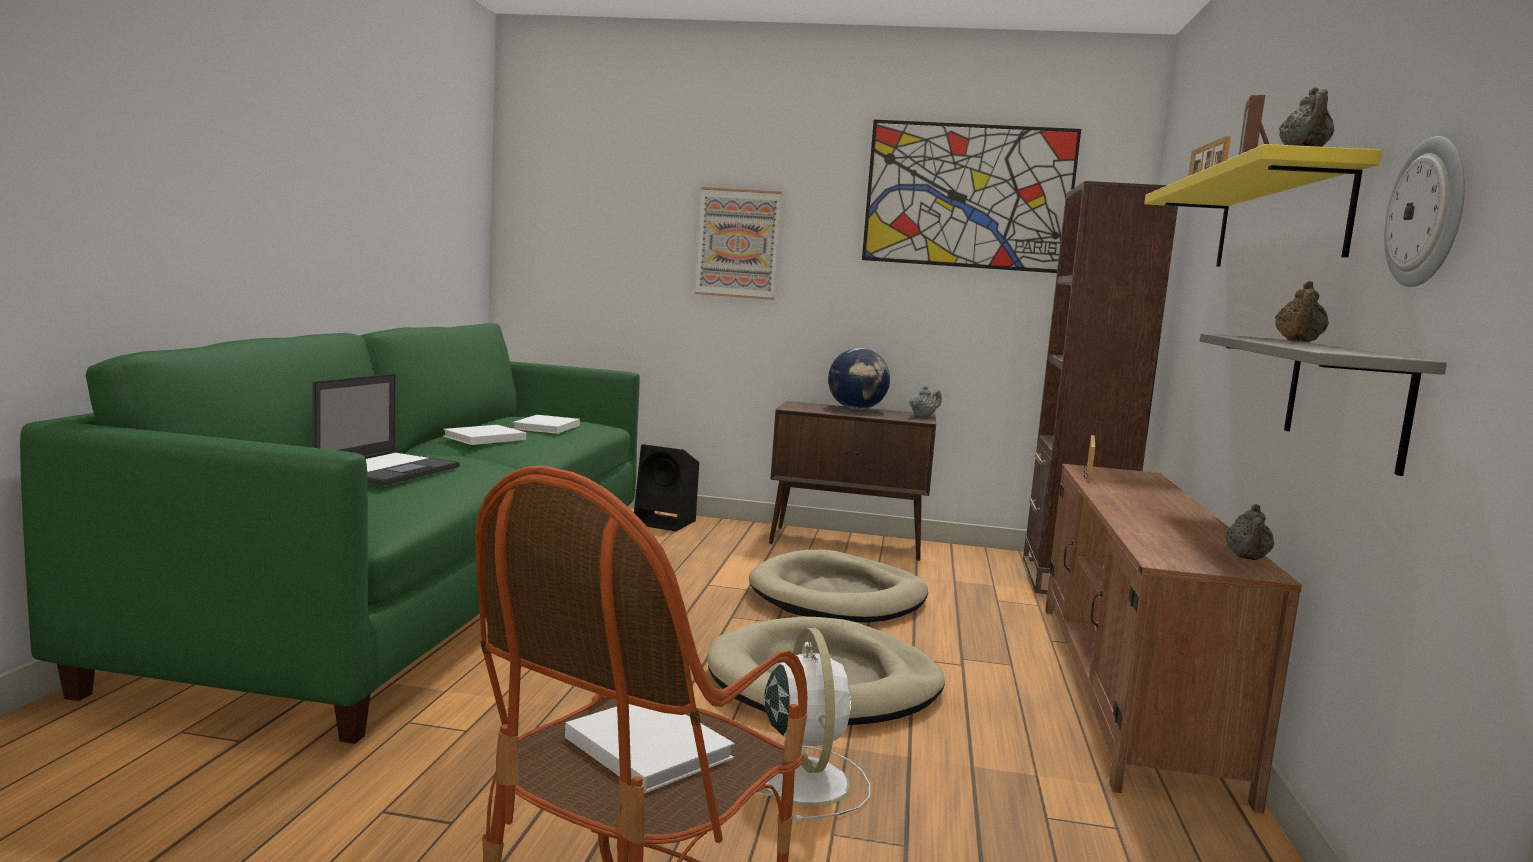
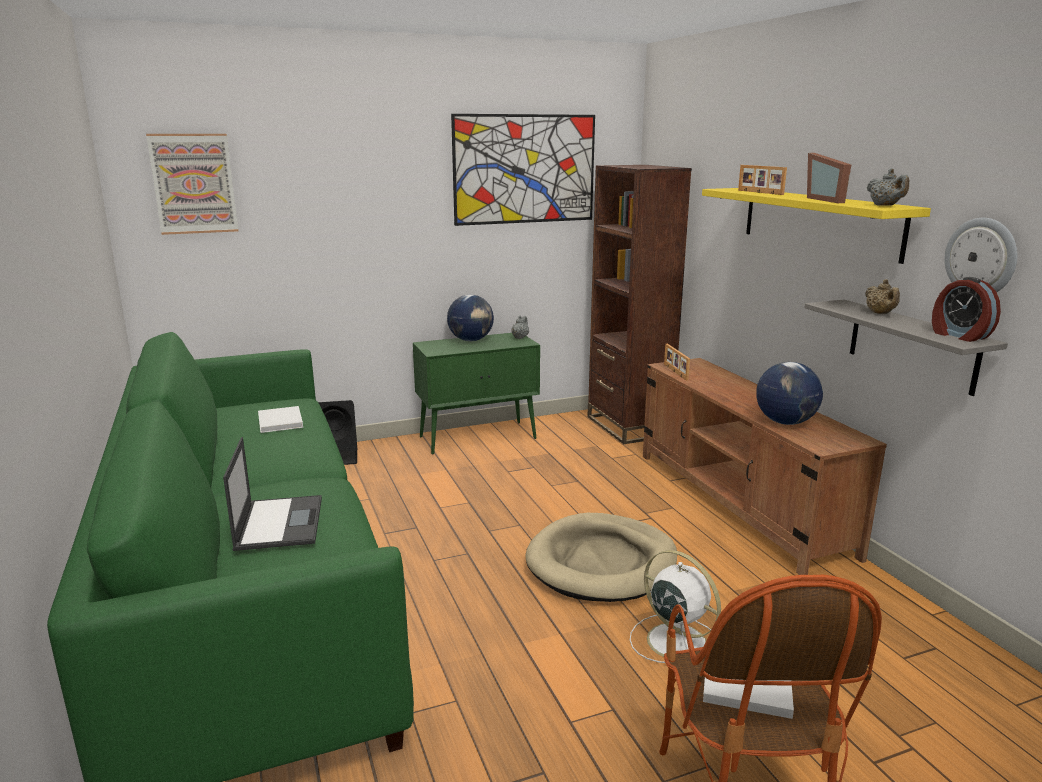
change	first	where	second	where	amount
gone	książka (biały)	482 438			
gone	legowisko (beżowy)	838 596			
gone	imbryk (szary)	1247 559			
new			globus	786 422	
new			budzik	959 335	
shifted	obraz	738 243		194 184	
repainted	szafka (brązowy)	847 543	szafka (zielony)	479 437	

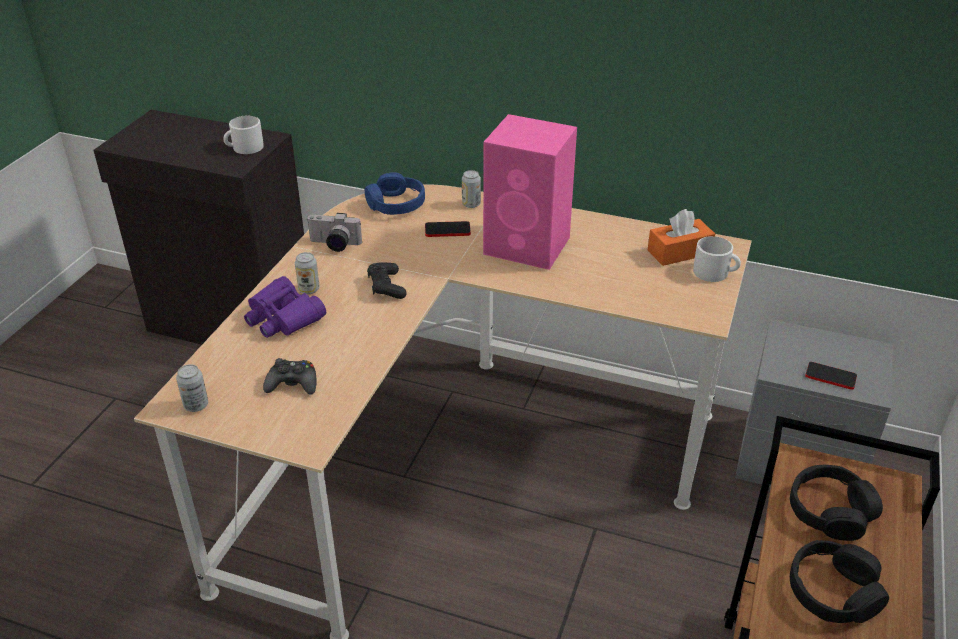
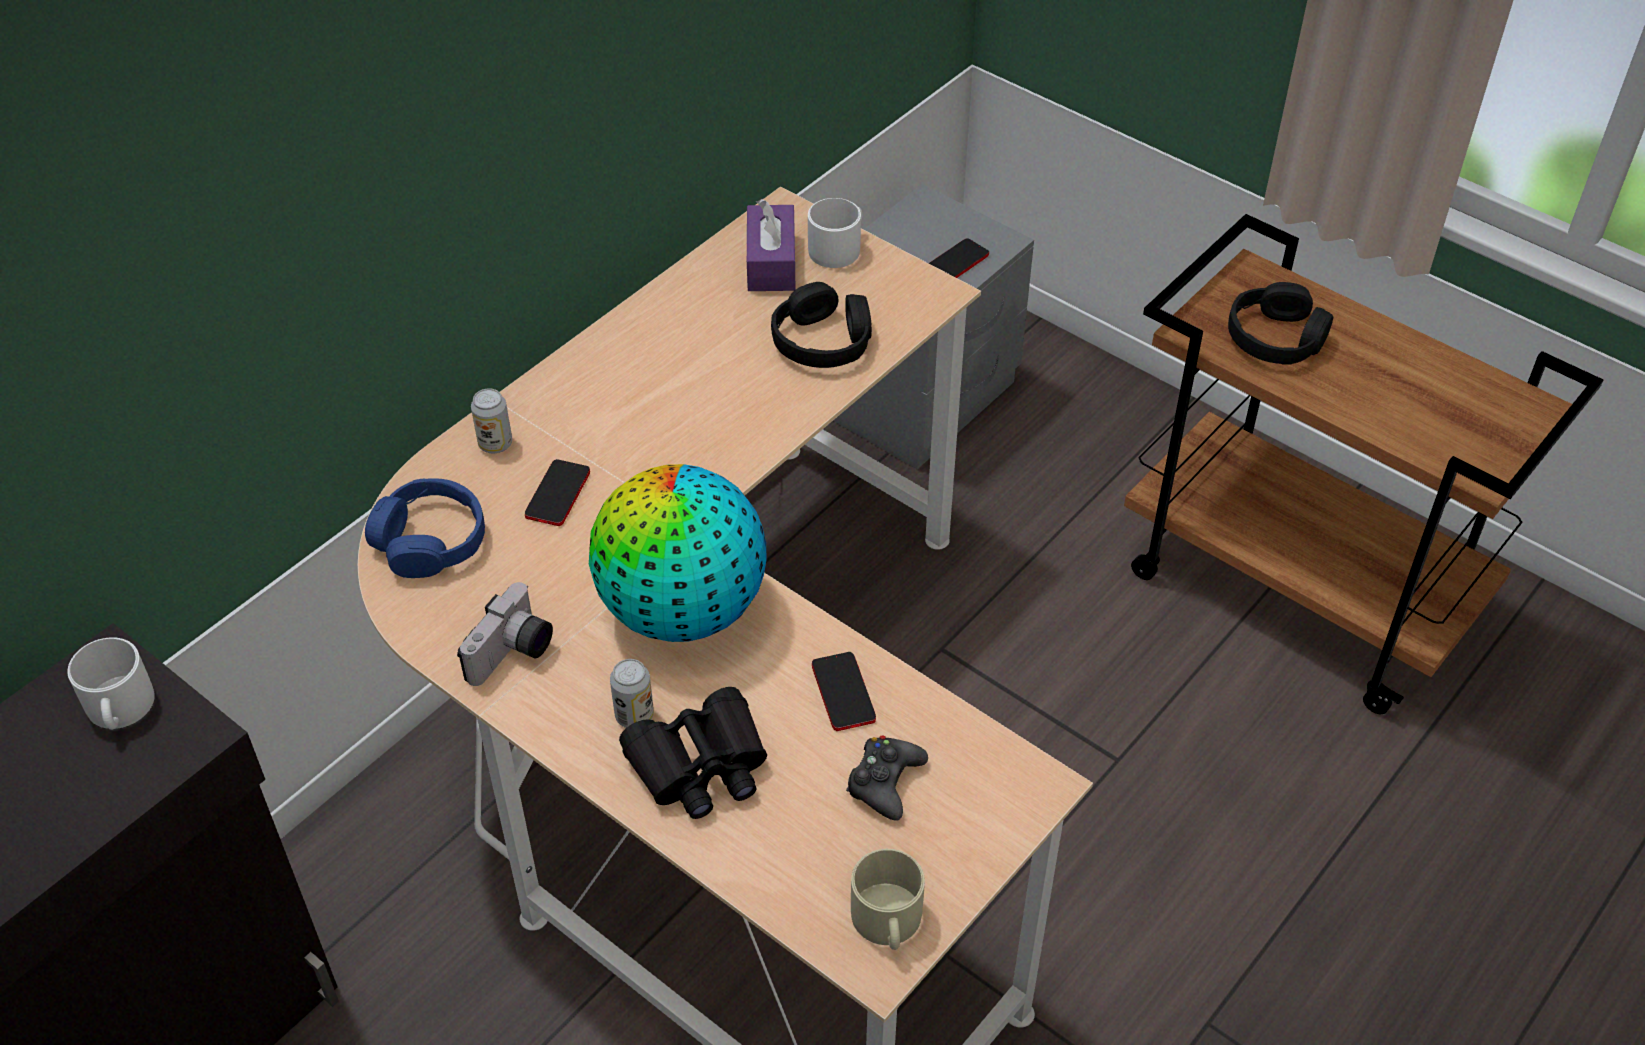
change	first	where	second	where	amount
gone	głośnik (różowy)	529 246			
new			telefon	843 692	
shifted	słuchawki (czarny)	833 592		822 341	
swapped	puszka	196 405	kubek (beżowy)	887 922	
swapped	pad do gier (czarny)	386 287	globus	681 610	
repainted	lornetka (fioletowy)	283 318	lornetka (czarny)	700 766	
repainted	pudełko chusteczek (pomarańczowy)	679 252	pudełko chusteczek (fioletowy)	771 262	

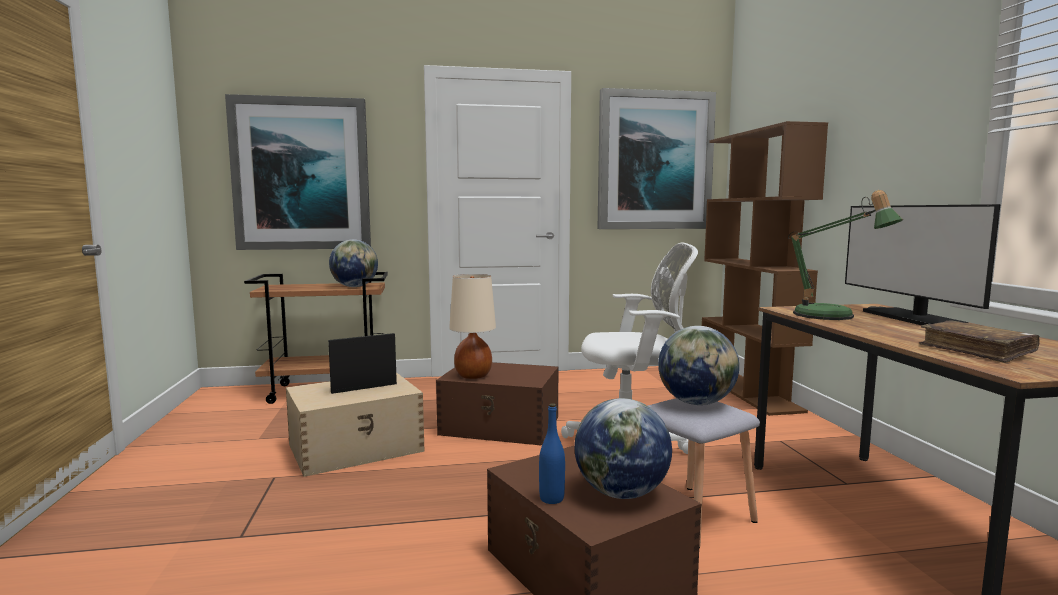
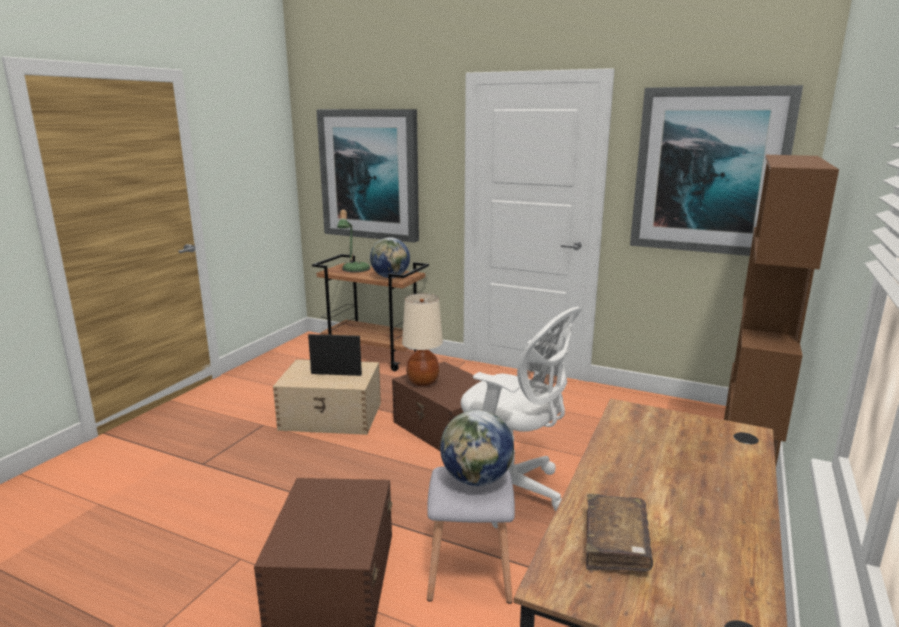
change	first	where	second	where	amount
gone	butelka (niebieski)	551 499			
gone	globus	621 493			
gone	monitor	911 318			
shifted	lampa stołowa	831 317		354 270	

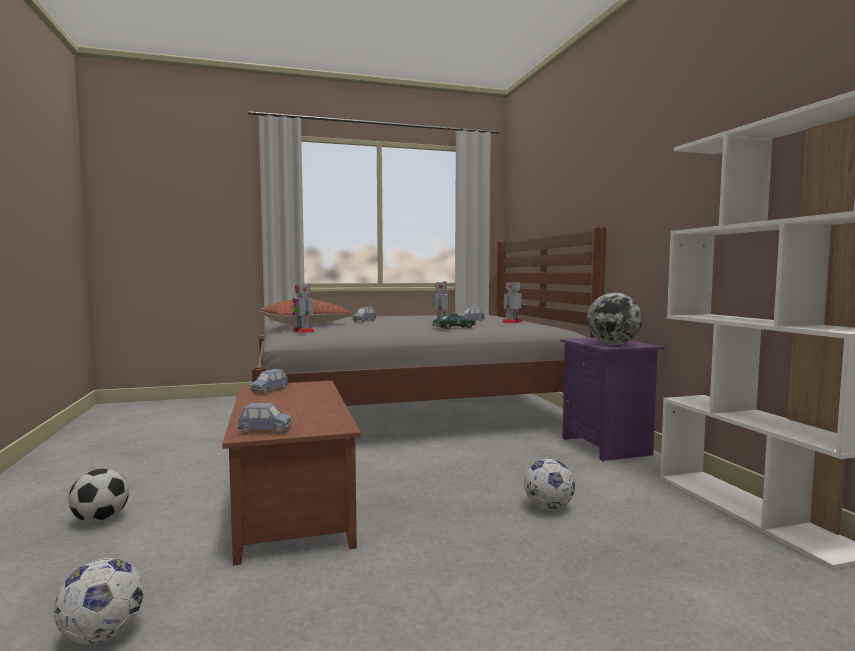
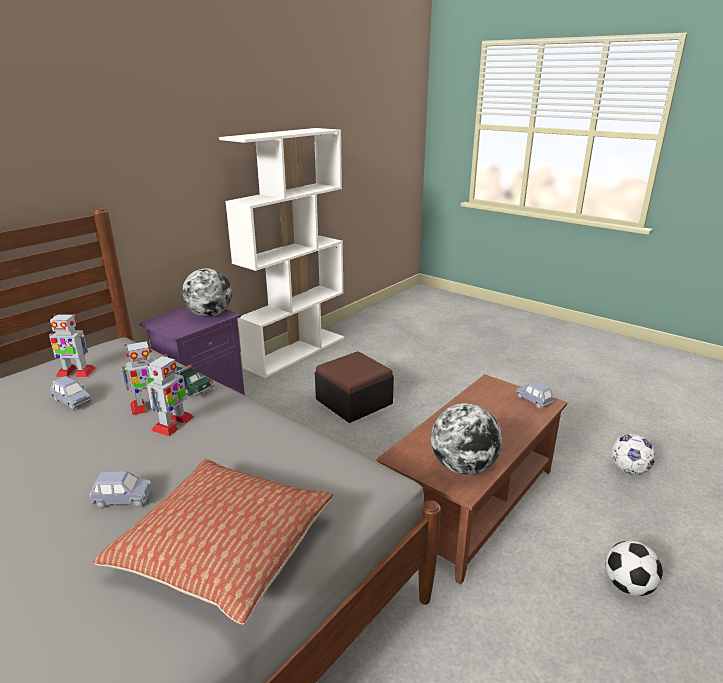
change	first	where	second	where	amount
shifted	robot zabawkowy	303 331		172 424	
swapped	samochodzik (niebieski)	269 390	globus	463 467	
swapped	piłka futbolowa	549 508	pufa	354 402	

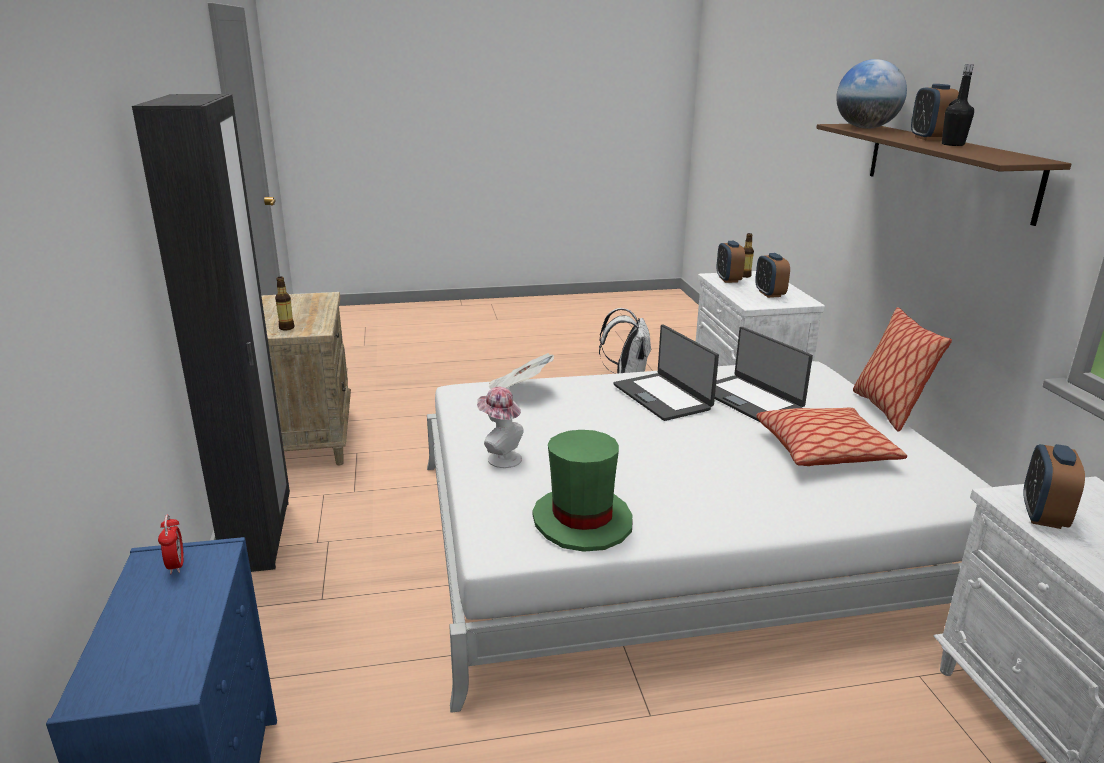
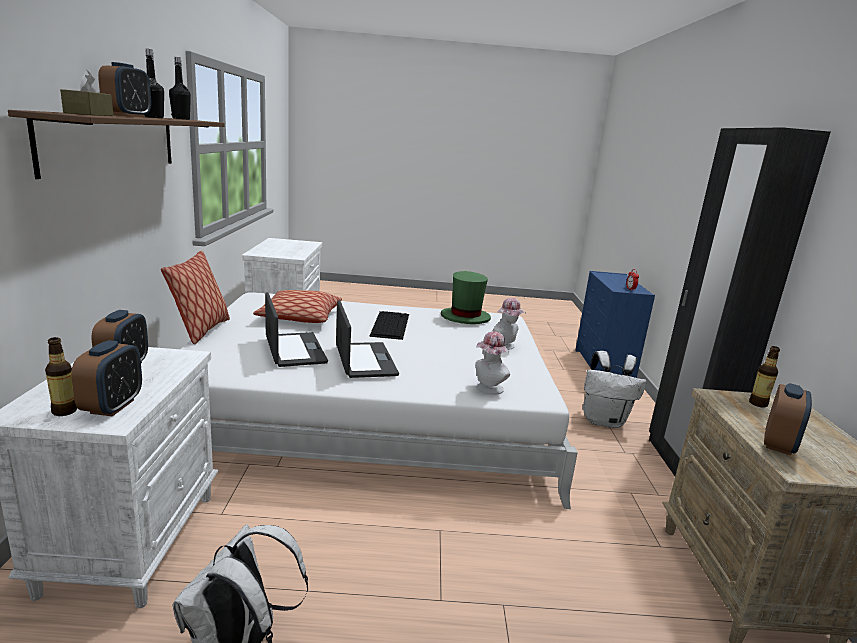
change	first	where	second	where	amount
new			butelka (czarny)	181 119	
new			klawiatura	390 324	
new			plecak (biały)	604 421	
shifted	budzik	1042 515		778 444	
swapped	gazeta	518 390	kapelusz	487 389	
swapped	globus	865 128	pudełko chusteczek (brązowy)	89 114	

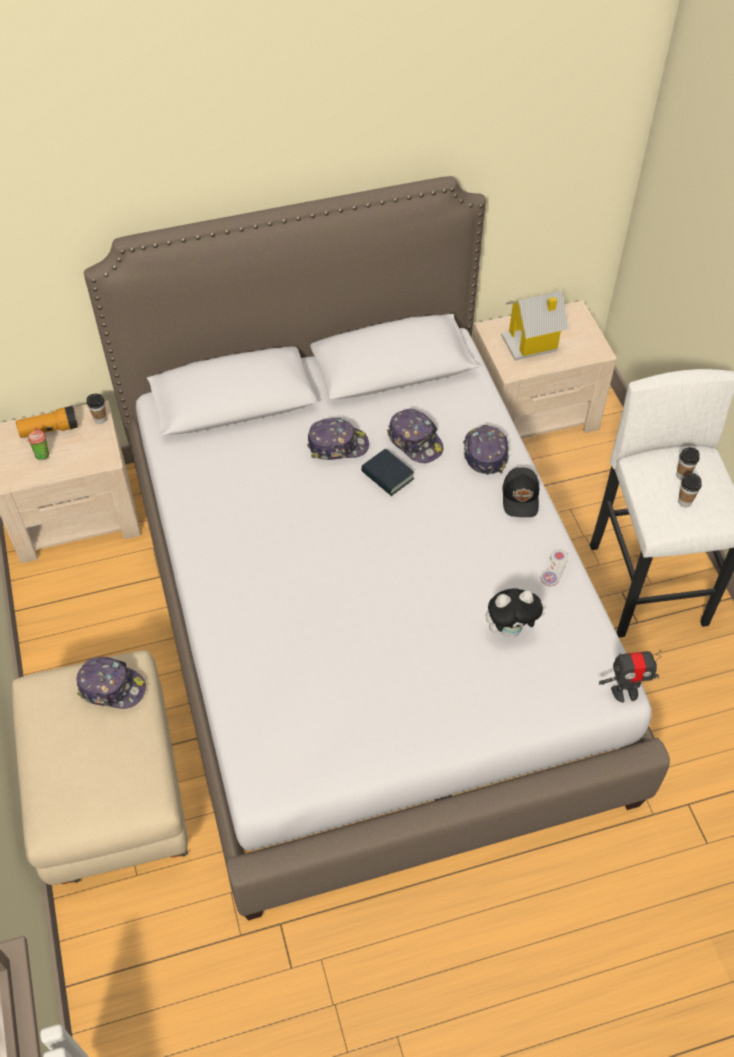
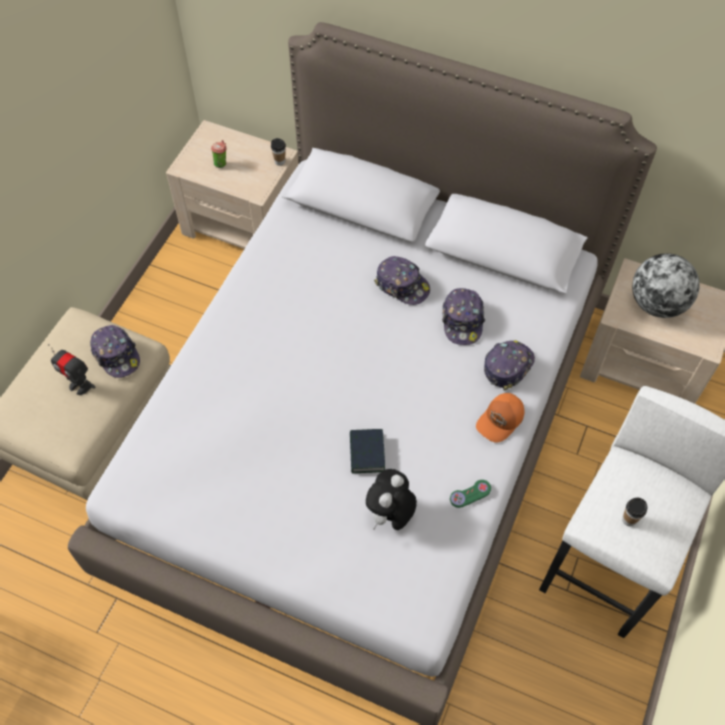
change	first	where	second	where	amount
gone	latarka	49 430			
gone	filiżanka	682 475			
shifted	książka	387 476		367 453	
shifted	robot zabawkowy	625 691		80 386	
swapped	domek	532 343	globus	657 304	
repainted	czapka z daszkiem (czarny)	521 497	czapka z daszkiem (pomarańczowy)	501 420	
repainted	pad do gier (biały)	554 568	pad do gier (zielony)	470 494	
rotated	pluszak	510 629		390 515	90 degrees clockwise

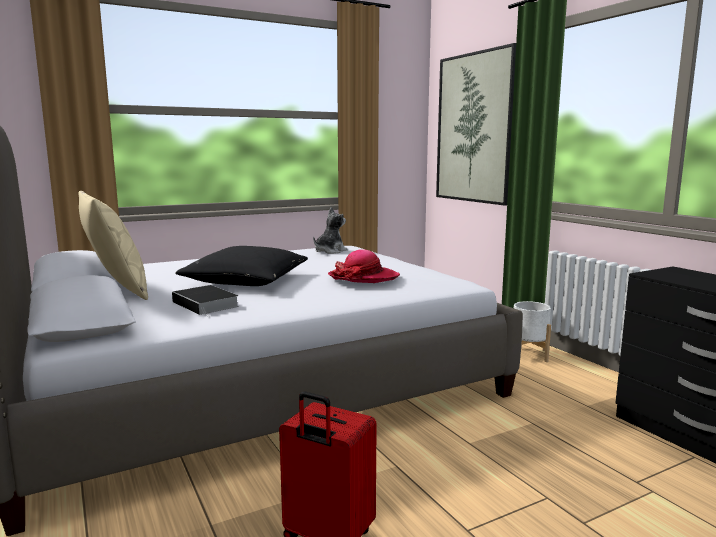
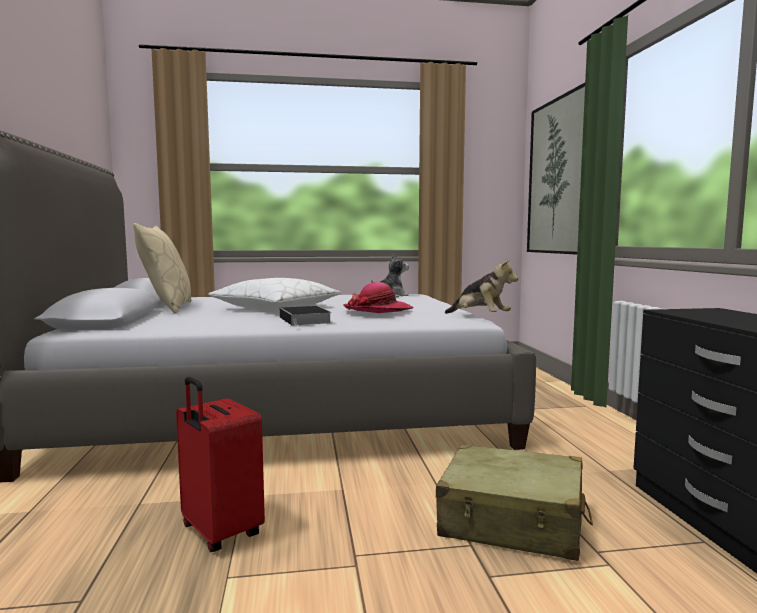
change	first	where	second	where	amount
gone	donica (biały)	529 354			
new			walizka (beżowy)	512 521	
new			pluszak	480 317	
shifted	książka	207 304		306 320	
repainted	poduszka (czarny)	246 280	poduszka (biały)	277 307	

